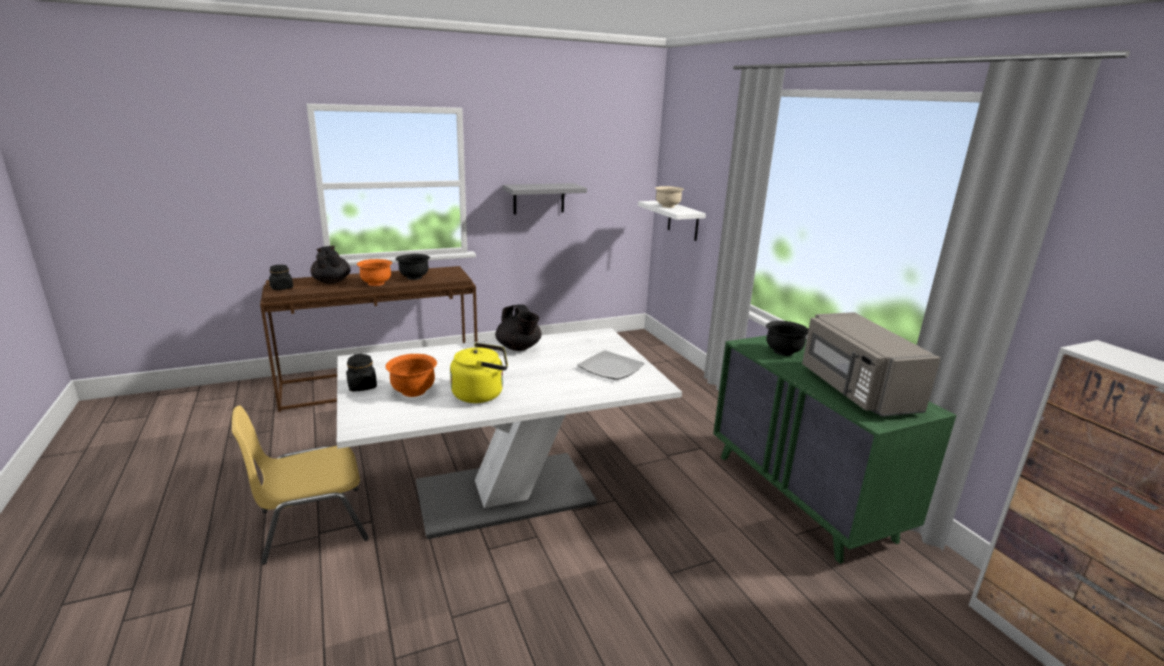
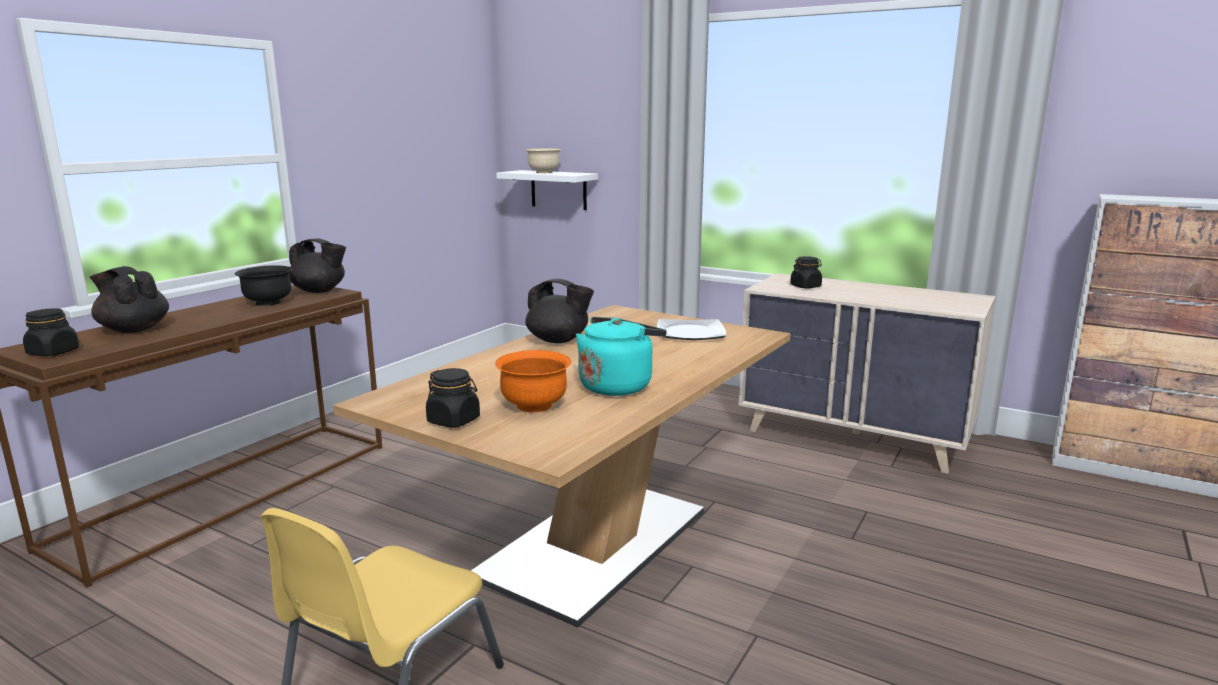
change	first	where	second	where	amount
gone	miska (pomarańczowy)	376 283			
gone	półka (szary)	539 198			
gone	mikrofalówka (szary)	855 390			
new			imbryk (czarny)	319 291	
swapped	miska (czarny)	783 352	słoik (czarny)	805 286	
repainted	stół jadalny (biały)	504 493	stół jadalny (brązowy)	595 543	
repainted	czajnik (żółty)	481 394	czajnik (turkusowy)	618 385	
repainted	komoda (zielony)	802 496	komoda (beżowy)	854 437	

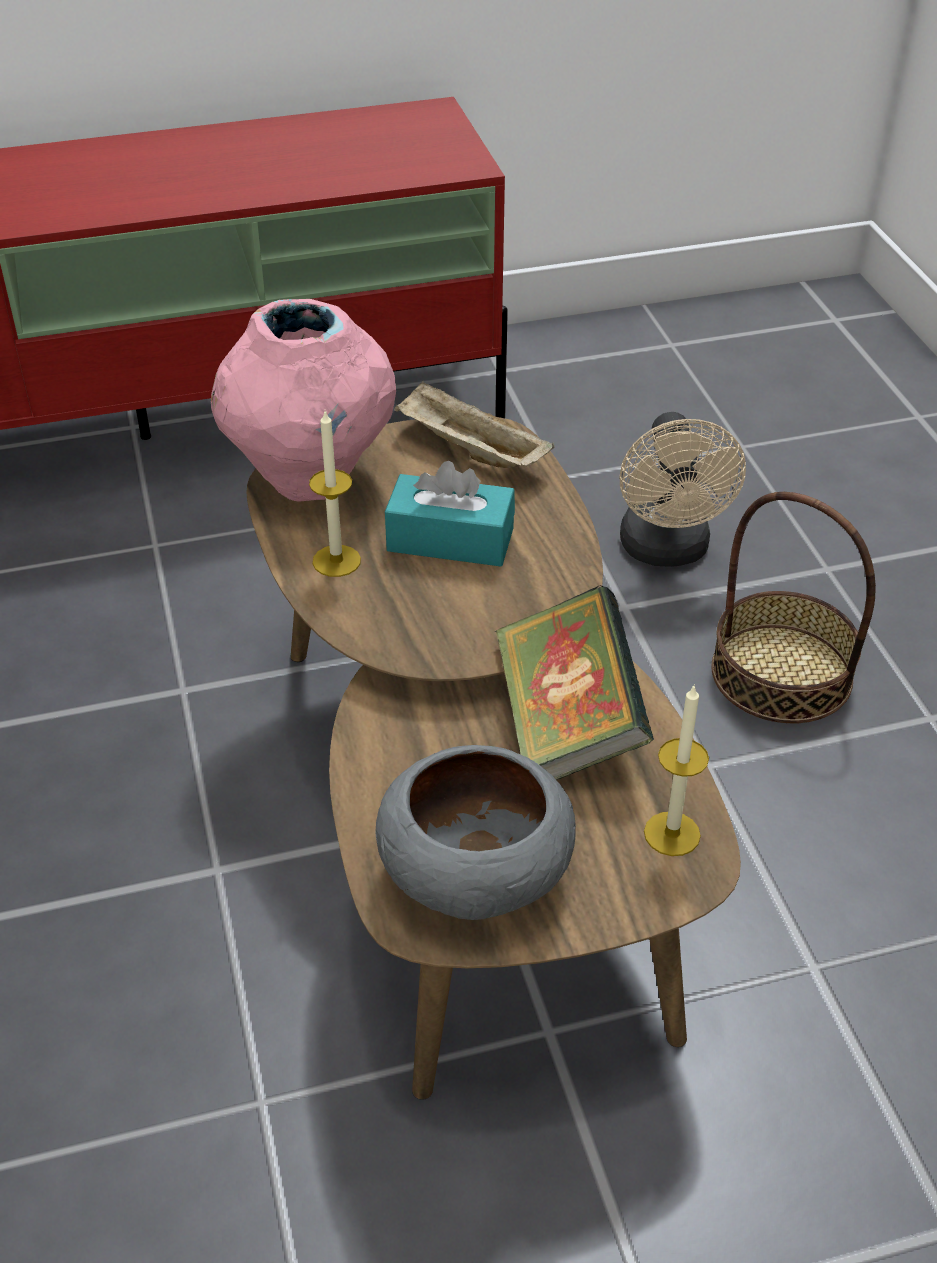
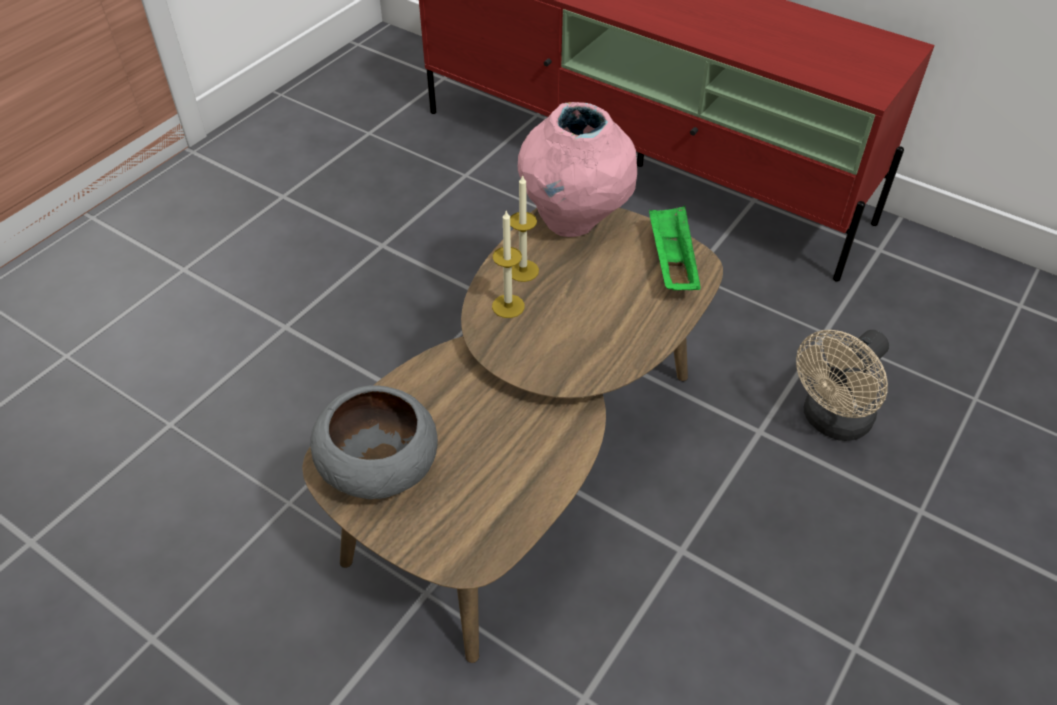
change	first	where	second	where	amount
gone	pudełko chusteczek (turkusowy)	450 540			
gone	książka	568 725			
gone	koszyk	782 673			
shifted	świeca	672 834		508 306	
repainted	taca (beżowy)	469 450	taca (zielony)	671 262	

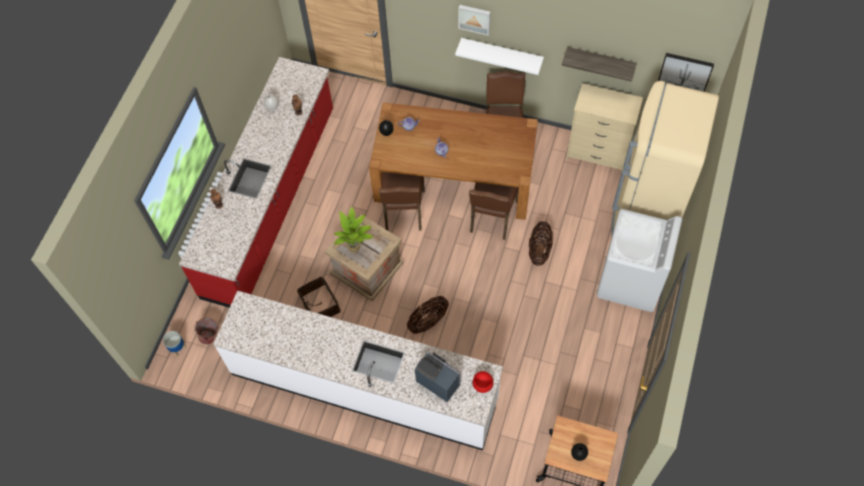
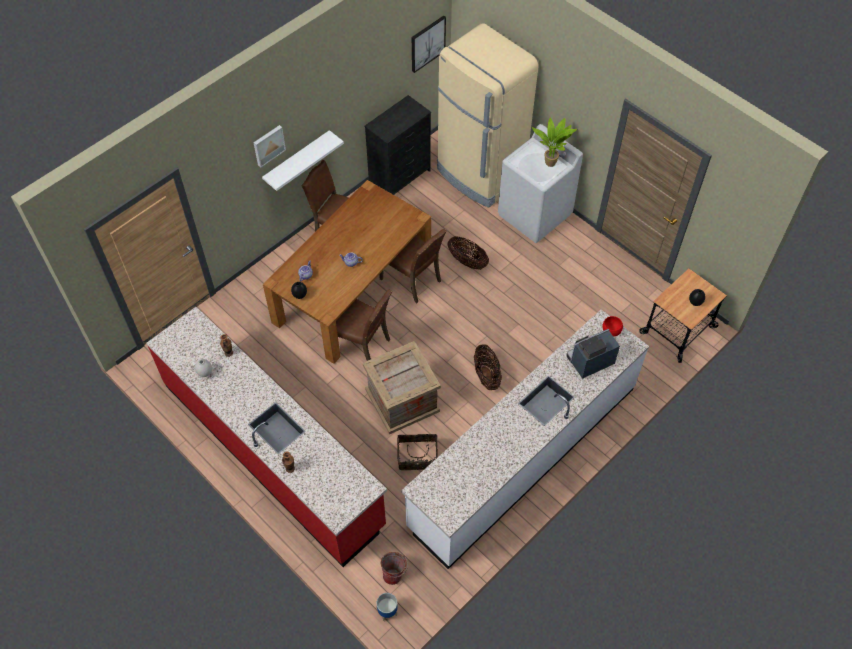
change	first	where	second	where	amount
gone	półka	600 61			
shifted	roślina doniczkowa	356 248		551 162	
repainted	komoda (beżowy)	597 153	komoda (czarny)	400 177	

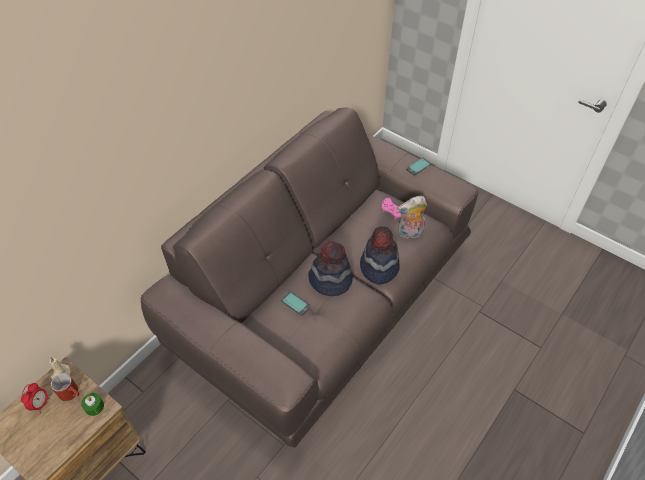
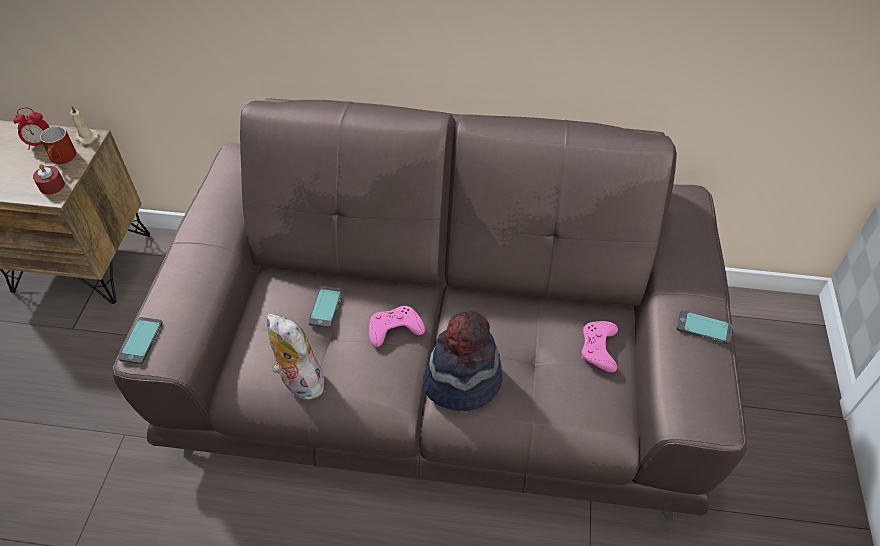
change	first	where	second	where	amount
new			telefon	141 341	
shifted	pluszak	410 234		298 381	
swapped	kapelusz	330 280	pad do gier (różowy)	394 329	
repainted	świeca (zielony)	94 406	świeca (czerwony)	52 185	

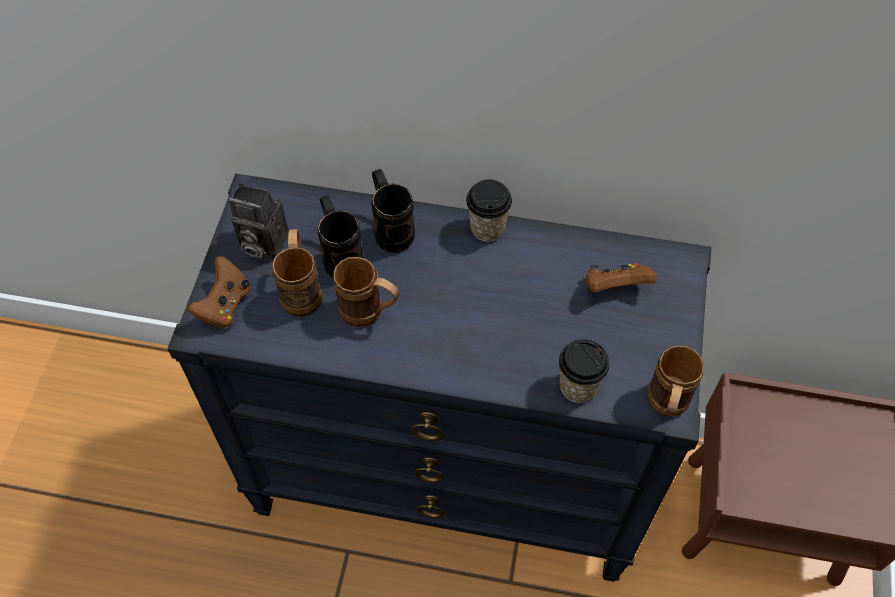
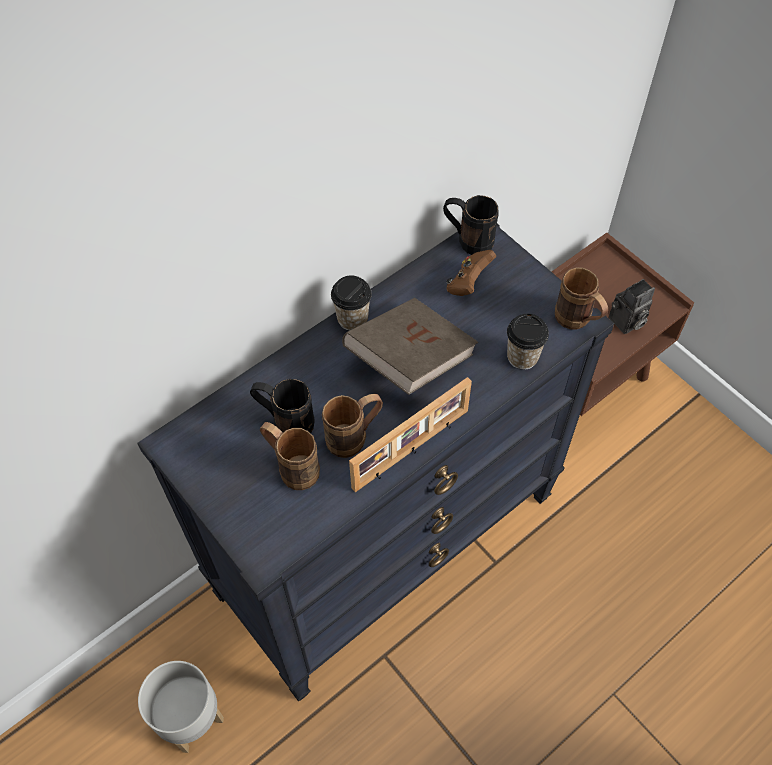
change	first	where	second	where	amount
gone	pad do gier (brązowy)	225 305			
new			donica (szary)	190 717	
new			książka (brązowy)	410 359	
new			ramka na zdjęcie	412 450	
shifted	aparat fotograficzny	261 244		626 322	
shifted	kubek (czarny)	391 228		468 241	

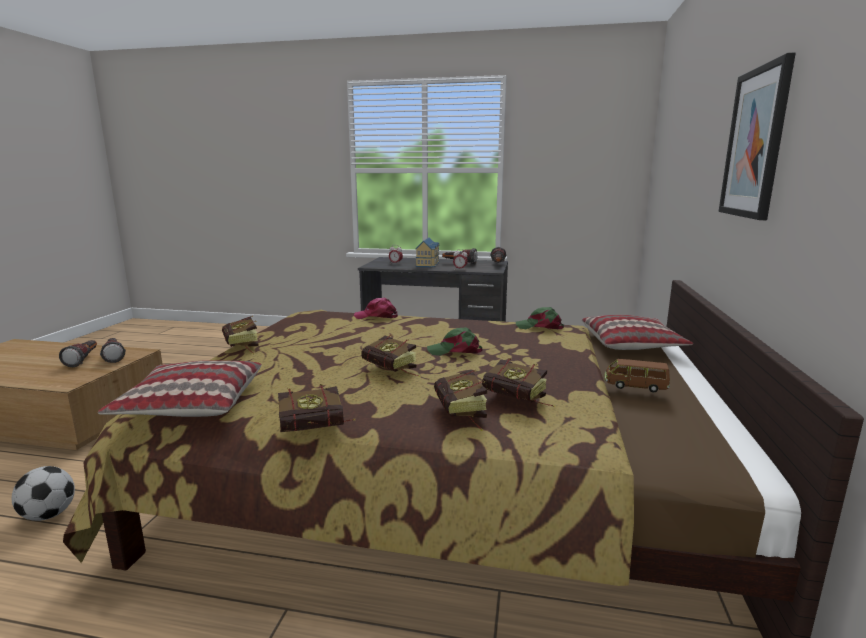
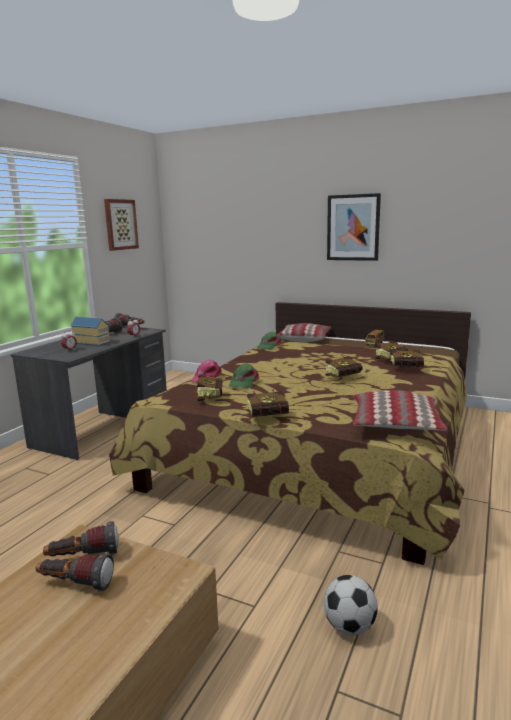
change	first	where	second	where	amount
new			obraz	120 224	
shifted	książka	319 430		210 397	
shifted	czapka z daszkiem (zielony)	455 351		243 382	

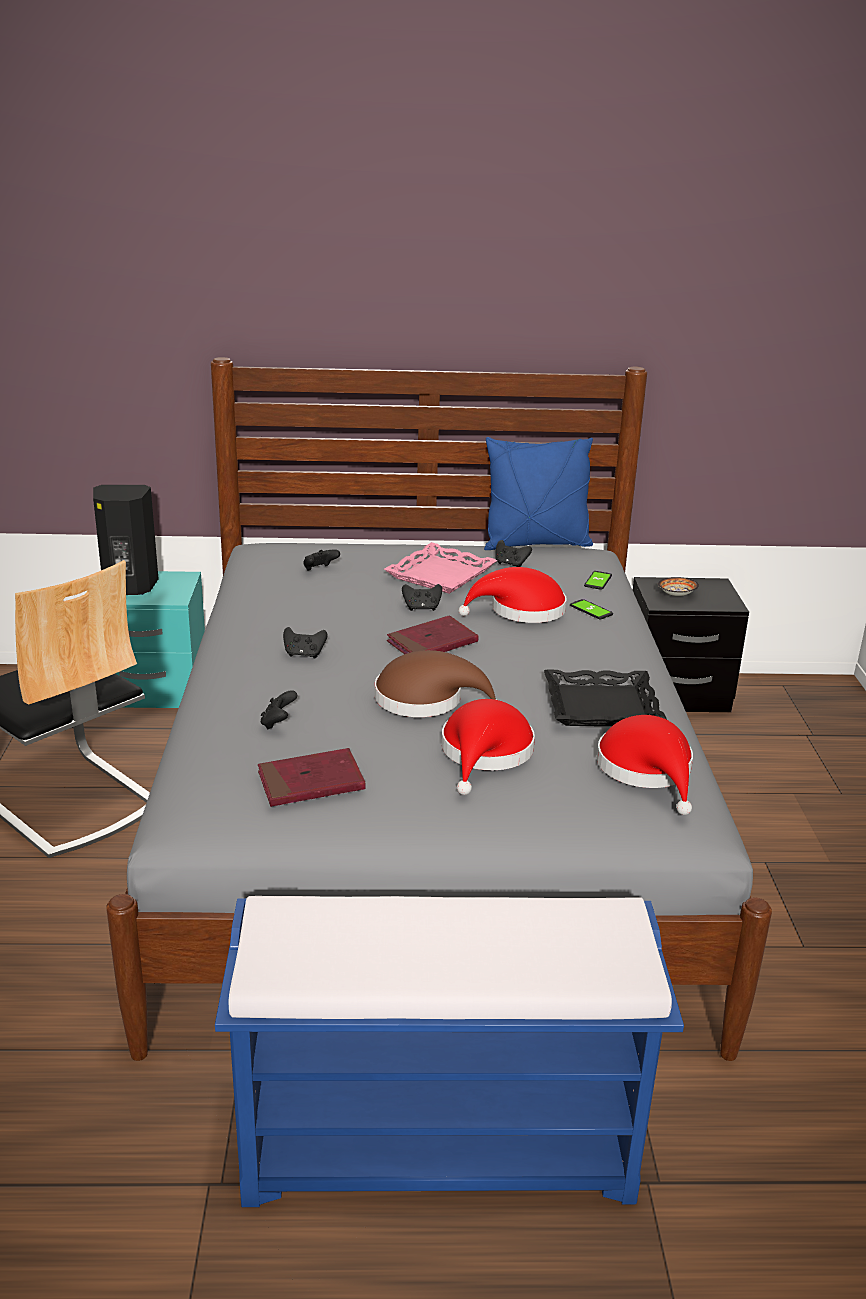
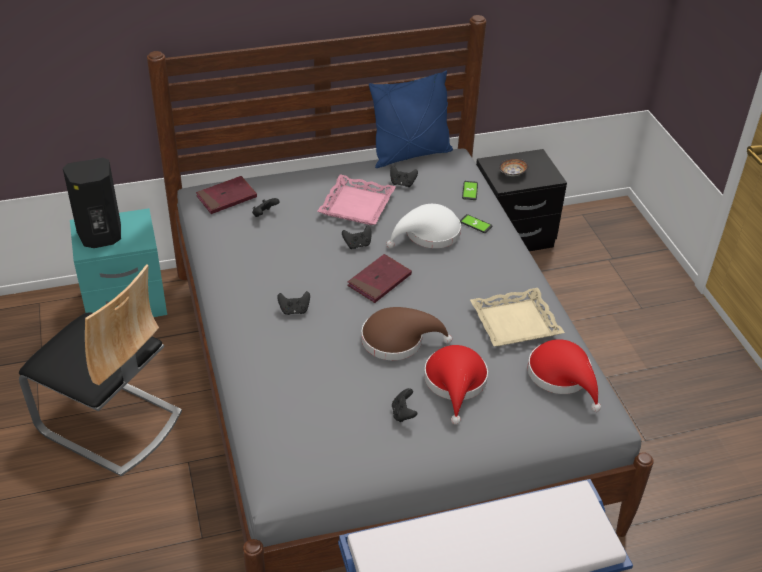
change	first	where	second	where	amount
shifted	książka (czerwony)	311 782		226 197	
shifted	pad do gier (czarny)	278 723		403 413	
repainted	kapelusz (czerwony)	521 610	kapelusz (biały)	428 234	
repainted	taca (czarny)	602 706	taca (beżowy)	515 322	

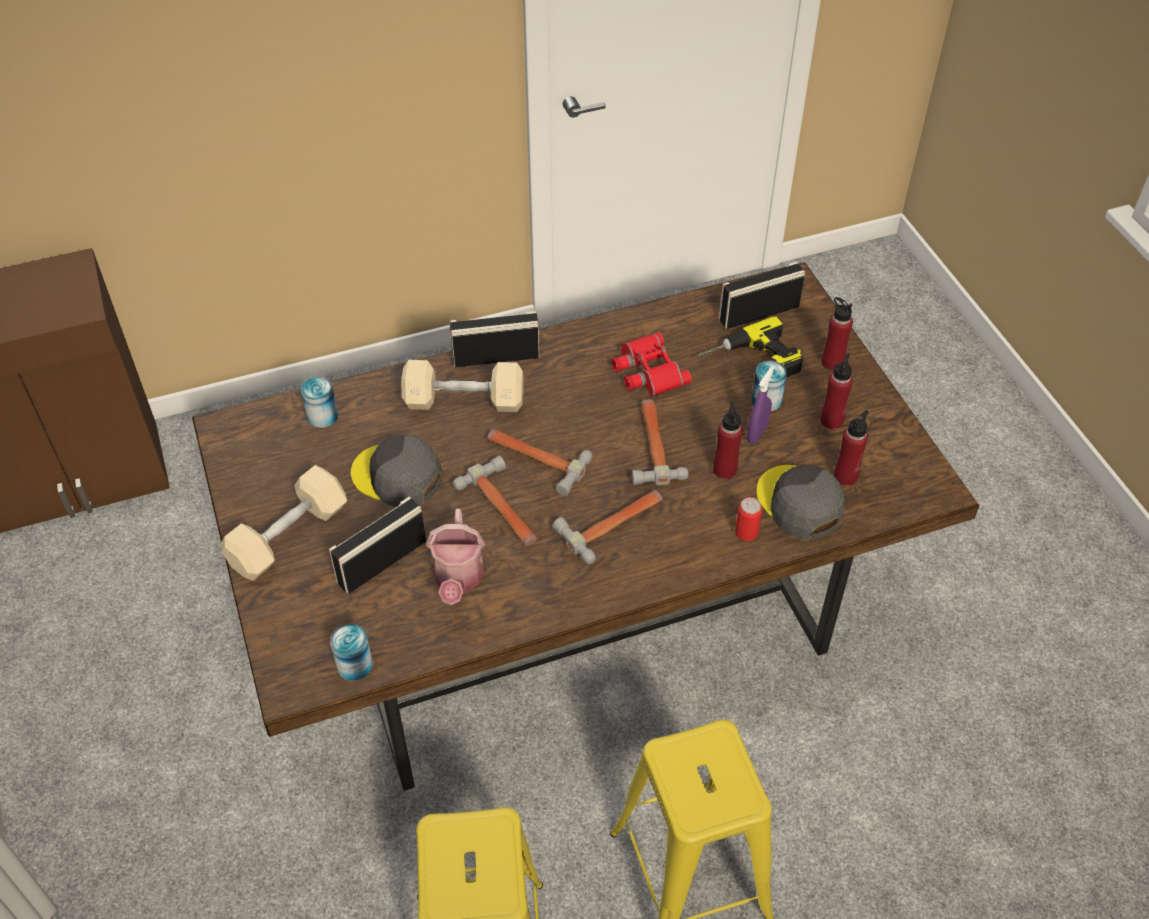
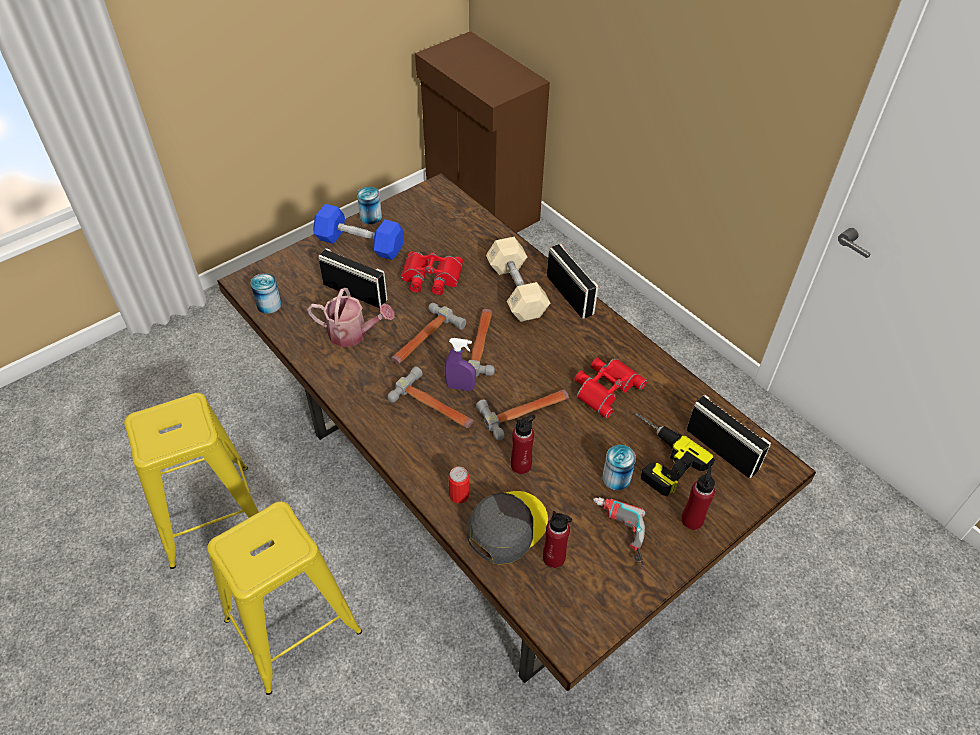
change	first	where	second	where	amount
shifted	puszka	322 416		371 217	
shifted	spryskiwacz (fioletowy)	757 434		460 387	
swapped	czapka z daszkiem (szary)	397 476	lornetka (czerwony)	430 277	
swapped	butelka (czerwony)	831 420	wiertarka	617 533	
repainted	hantel (beżowy)	288 536	hantel (niebieski)	360 244	
rotated	konewka	458 579		353 334	150 degrees counterclockwise

